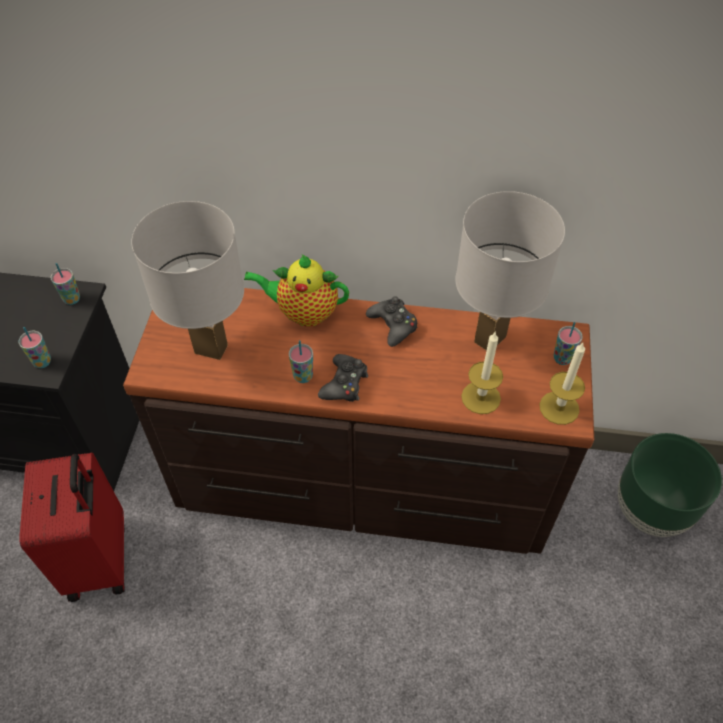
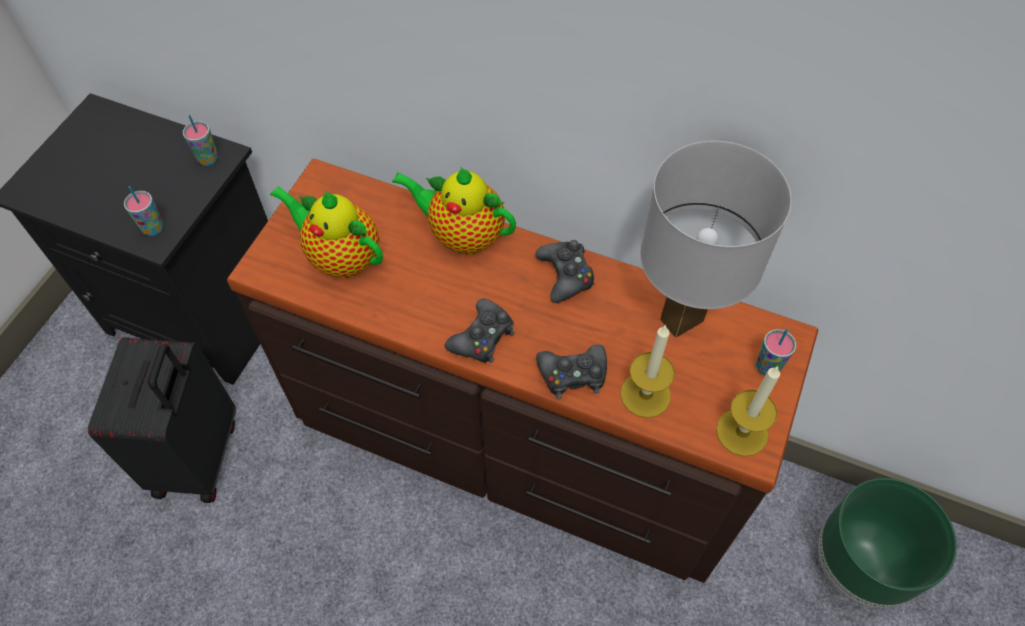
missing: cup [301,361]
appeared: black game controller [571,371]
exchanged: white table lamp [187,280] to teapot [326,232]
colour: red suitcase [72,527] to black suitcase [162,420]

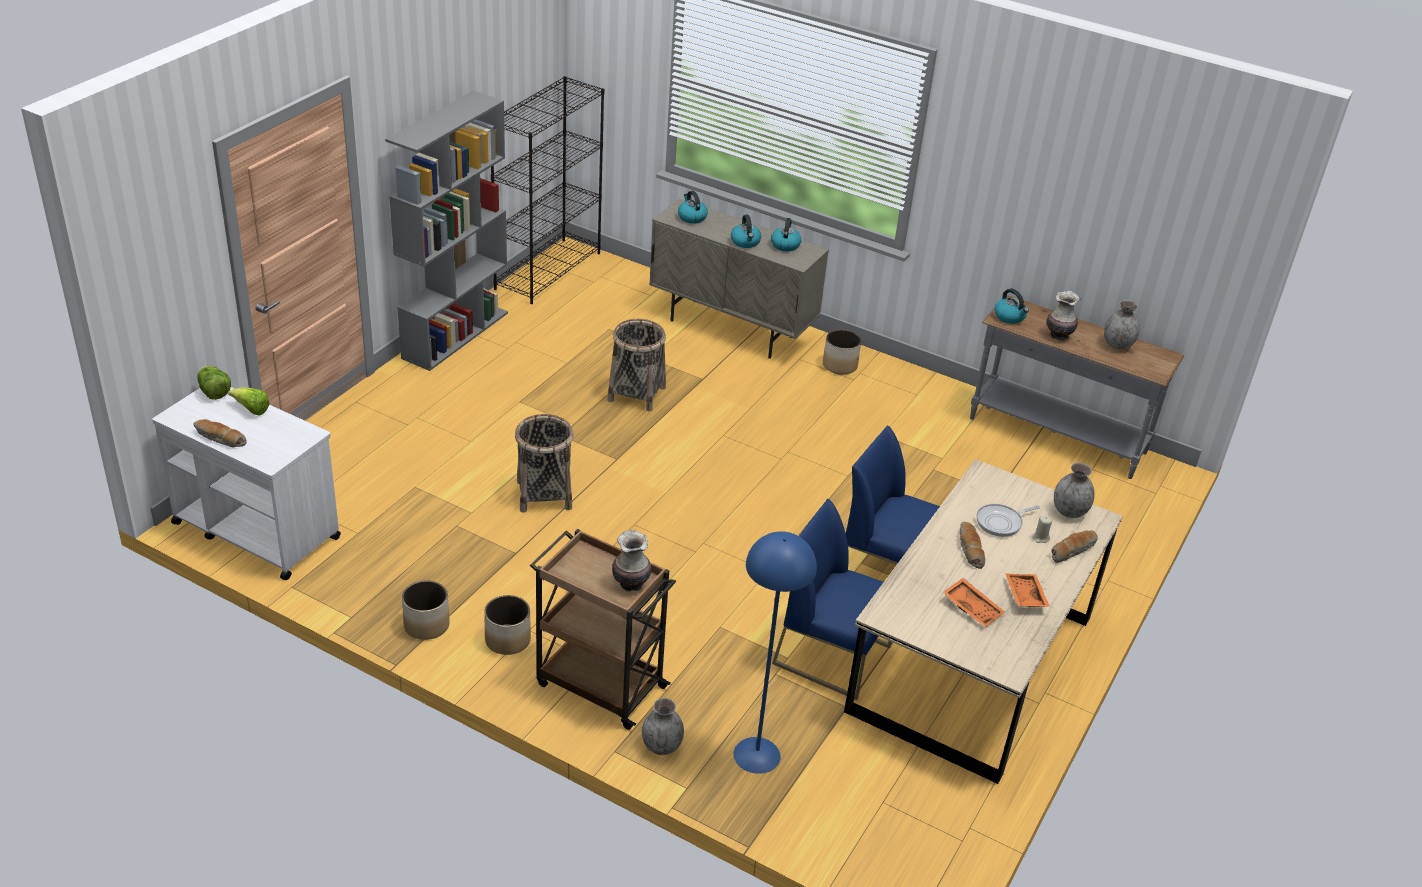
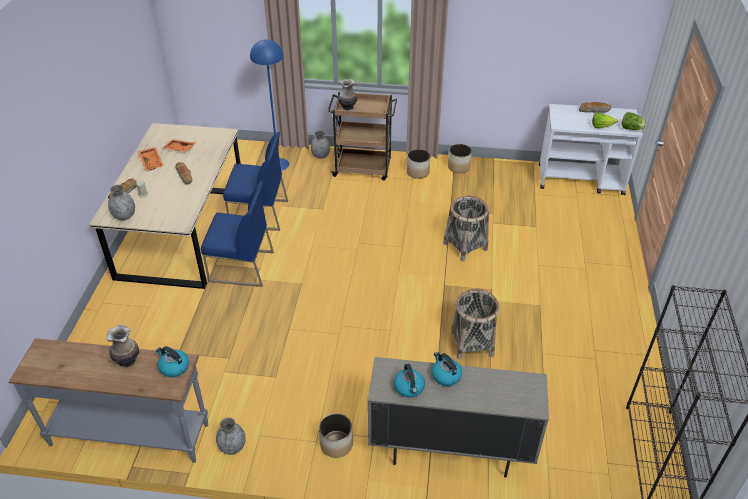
missing: grey bookcase [446,231]; kettle [693,207]; frying pan [1008,520]
relocated: grey vase [1122,324] to [231,436]

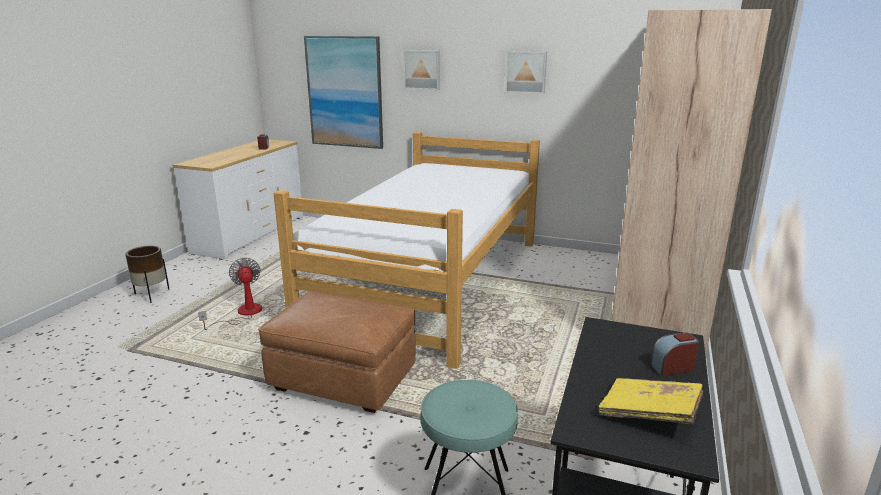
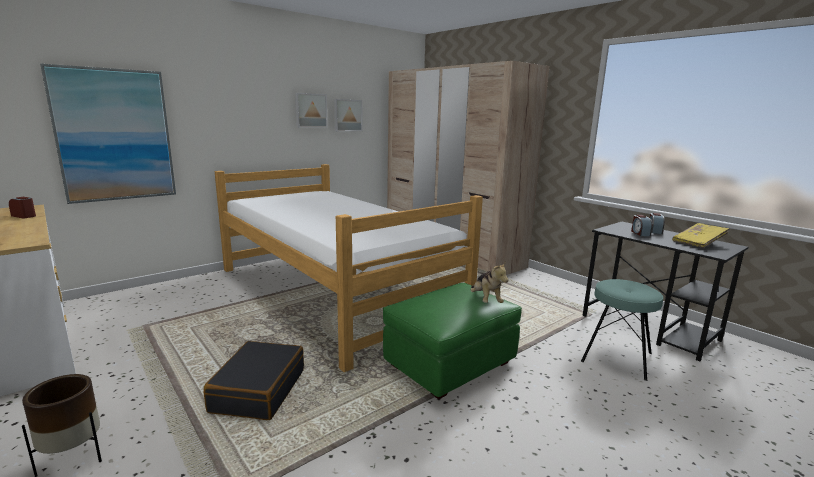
appeared: plush toy [489,282]; alarm clock [641,225]
relocated: picture [421,70] to [348,115]
exchanged: fan [230,293] to black suitcase [254,380]
colour: brown ottoman [337,352] to green ottoman [452,341]

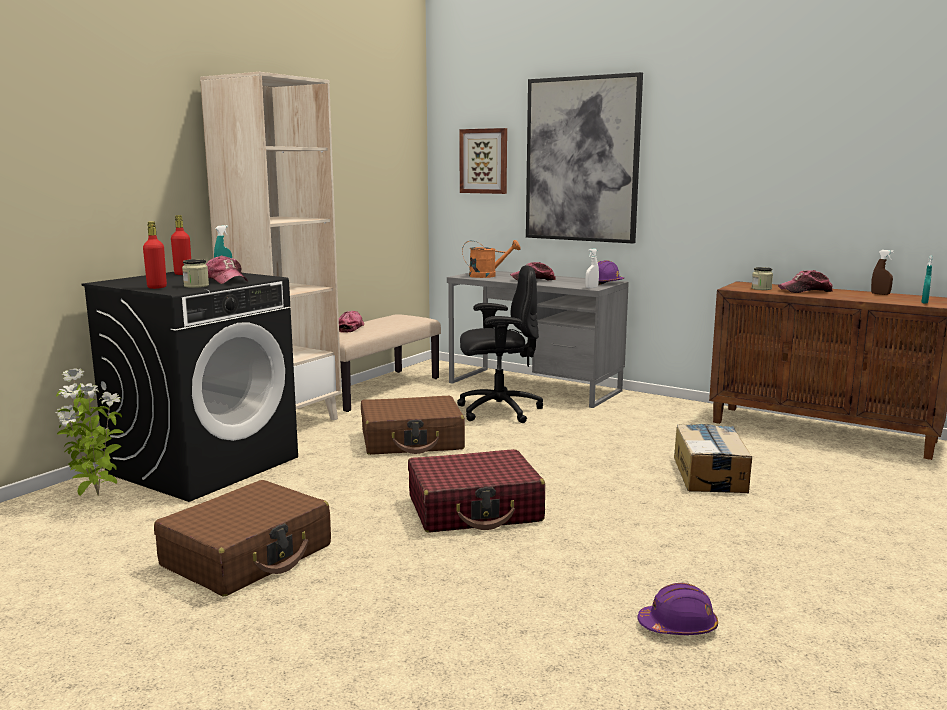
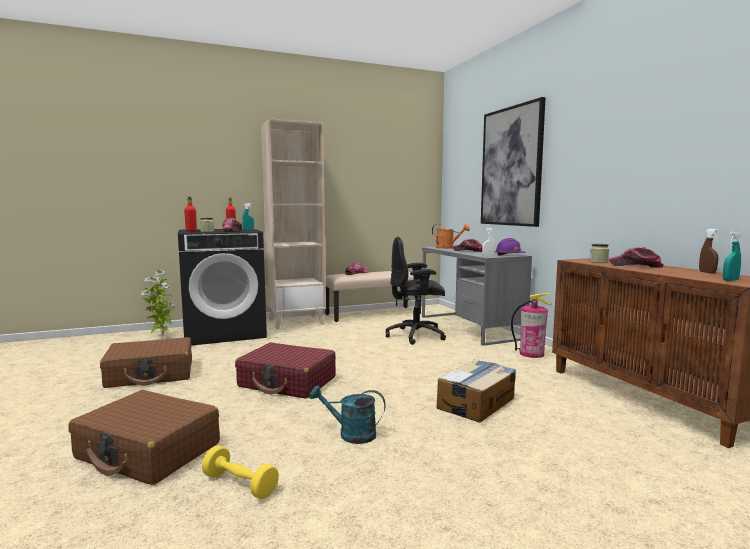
missing: picture [483,161]
appeared: turquoise watering can [347,415]; fire extinguisher [531,325]
relocated: brown suitcase [413,425] to [144,437]
exchanged: purple hard hat [677,609] to yellow dumbbell [240,472]
spun: black office chair [500,344] = [416,291] 150 degrees clockwise

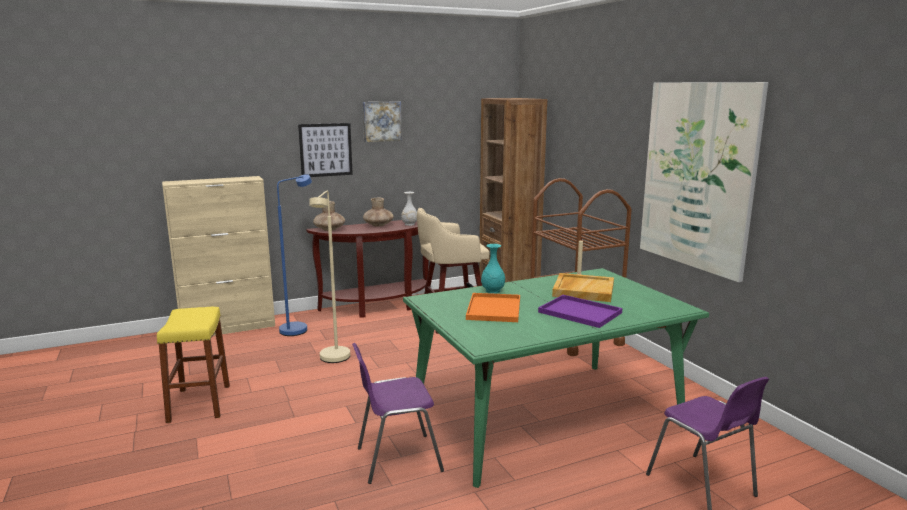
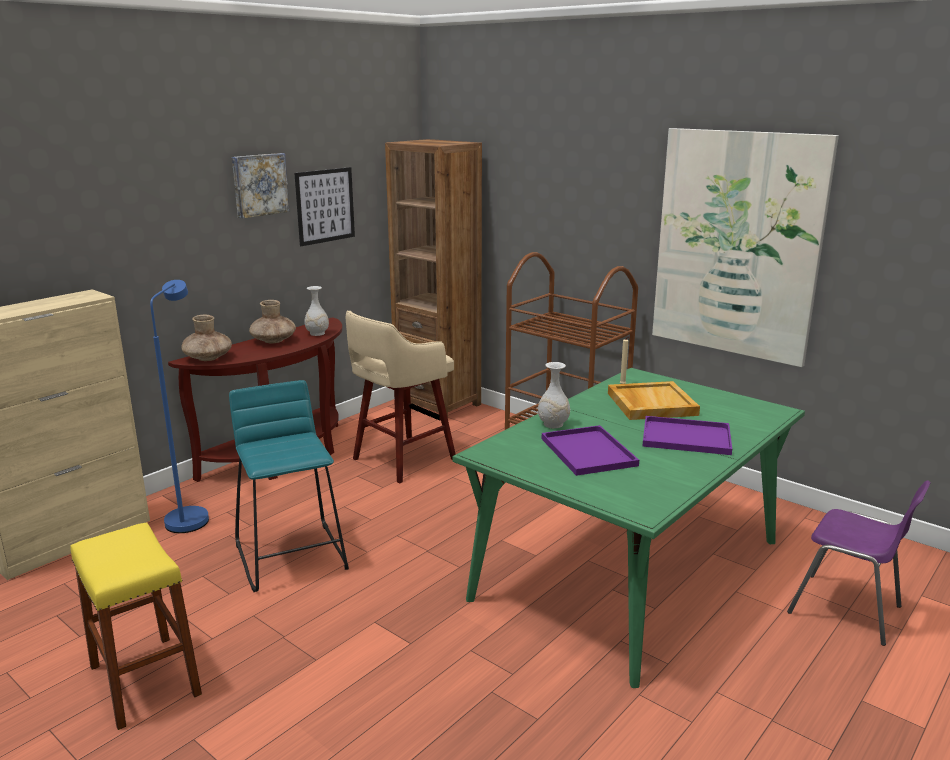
missing: purple chair [398,413]
relocated: picture [325,150] to [324,206]
exchanged: beige floor lamp [329,277] to turquoise stool [289,486]
colour: turquoise vase [493,268] to white vase [554,395]; orange tray [493,307] to purple tray [590,450]

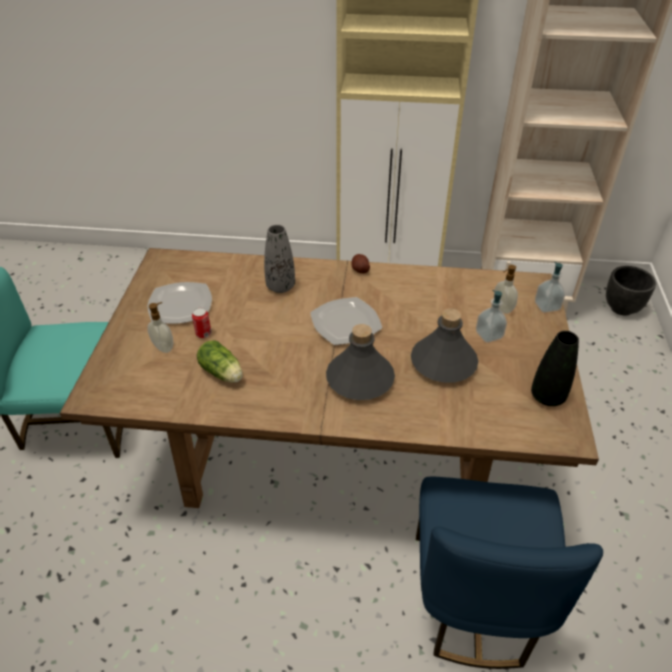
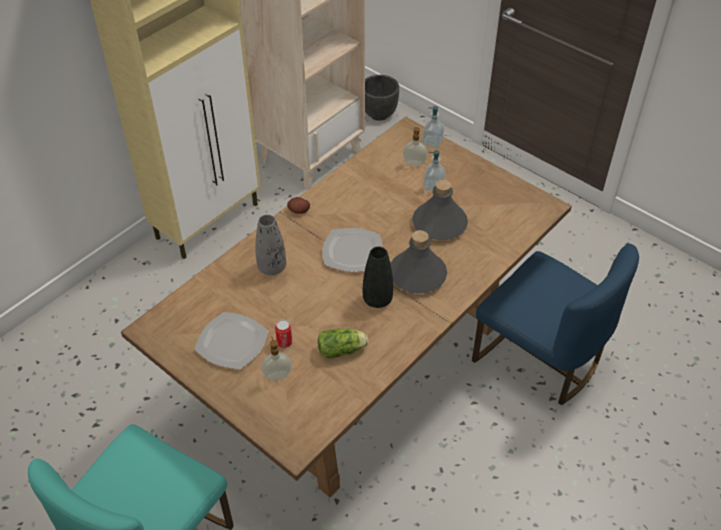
relocated: black vase [555,368] to [378,277]

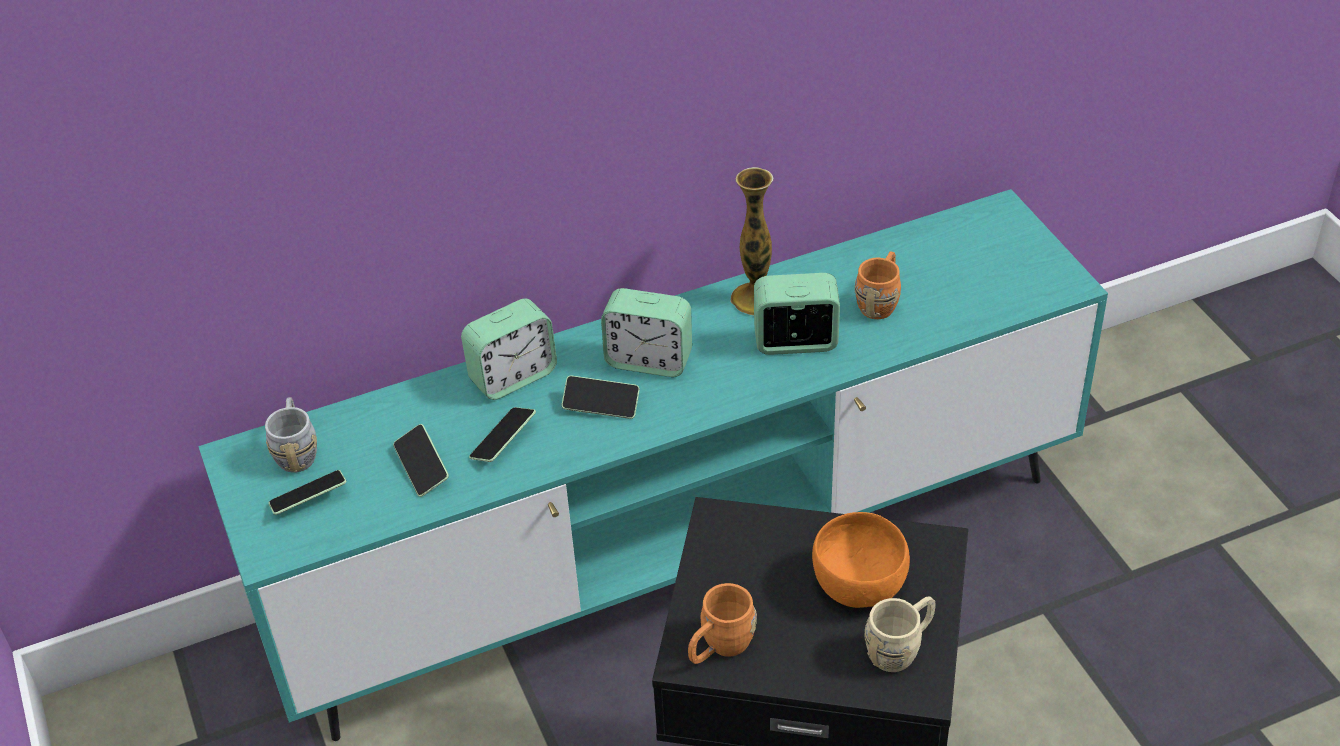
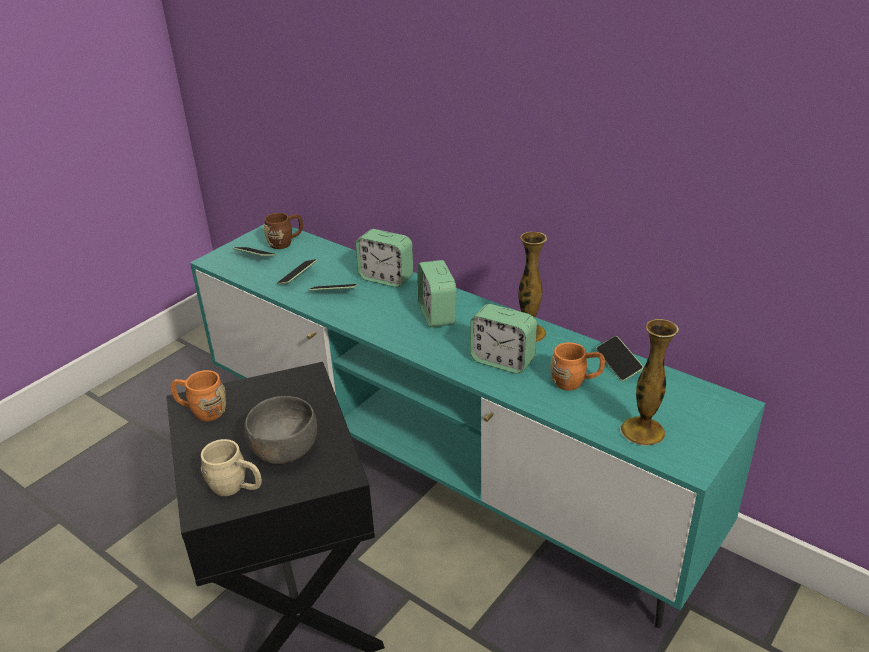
appeared: vase [649,382]
relocated: phone [601,397] to [619,358]
colour: orange bowl [861,560] to grey bowl [280,430]; grey mug [291,435] to brown mug [283,231]
spun: alarm clock [797,314] = [503,339] 150 degrees clockwise

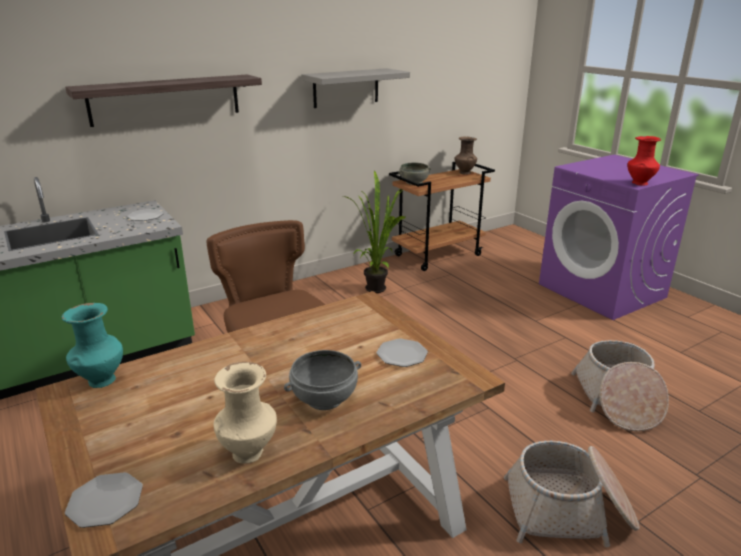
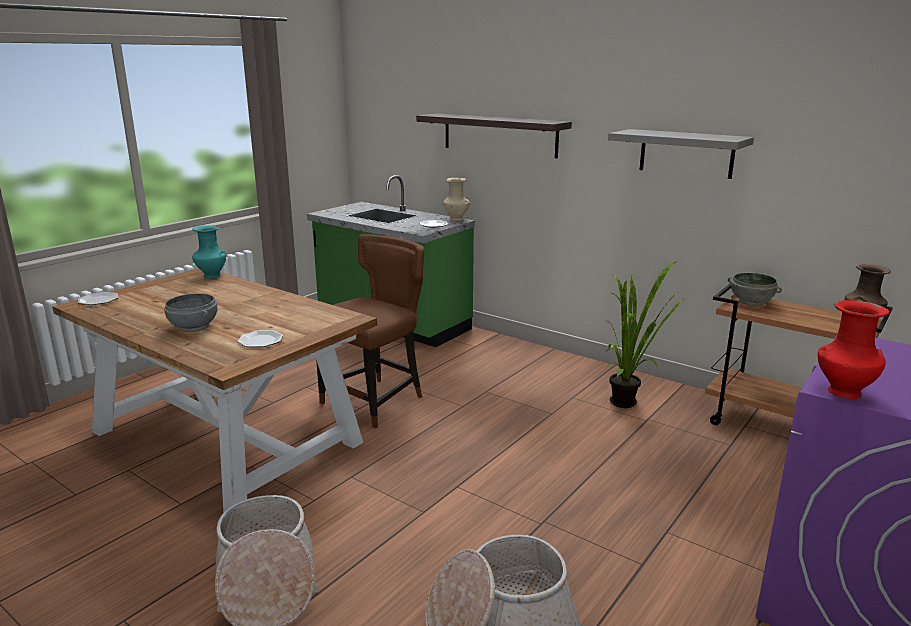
relocated: beige vase [245,413] to [456,199]

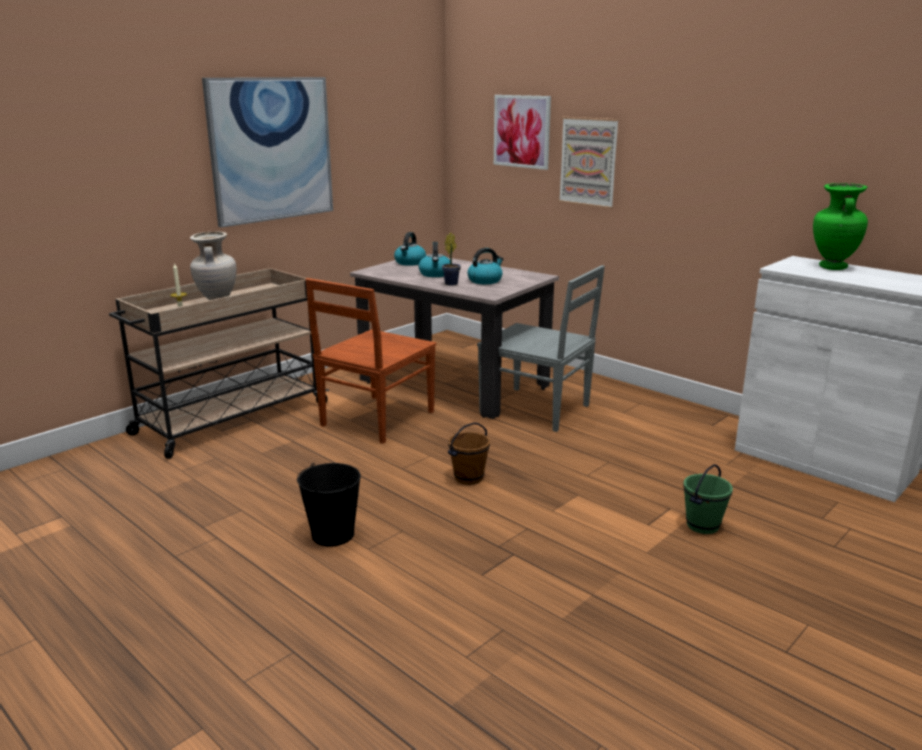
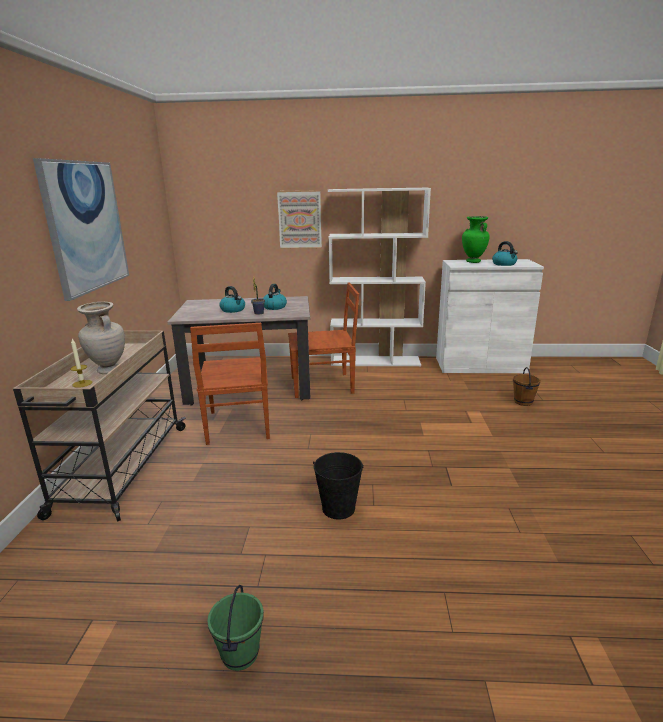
missing: picture [522,132]
appeared: white bookcase [379,277]
relocated: green bucket [708,499] to [235,628]; kettle [410,249] to [505,253]; brown bucket [469,453] to [527,386]
colour: grey chair [541,348] to brown chair [323,340]

